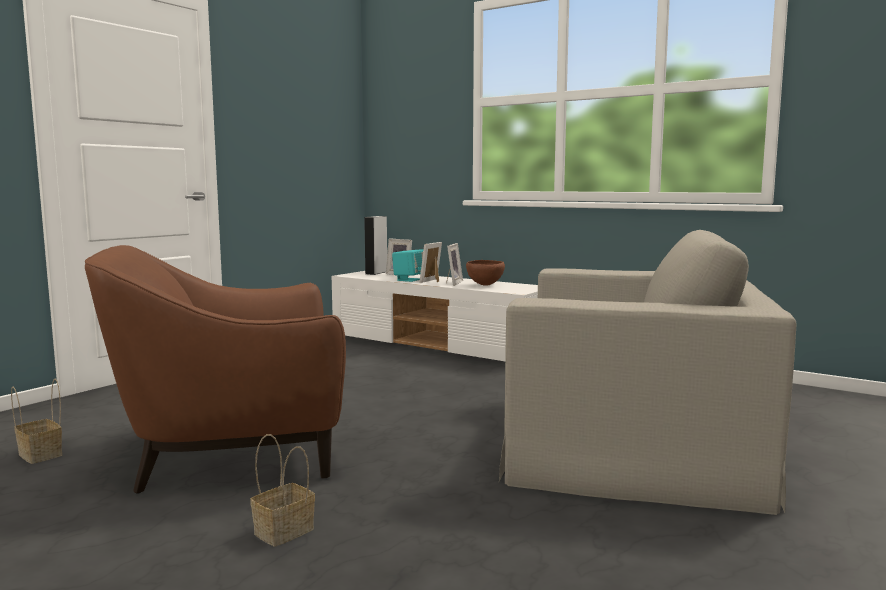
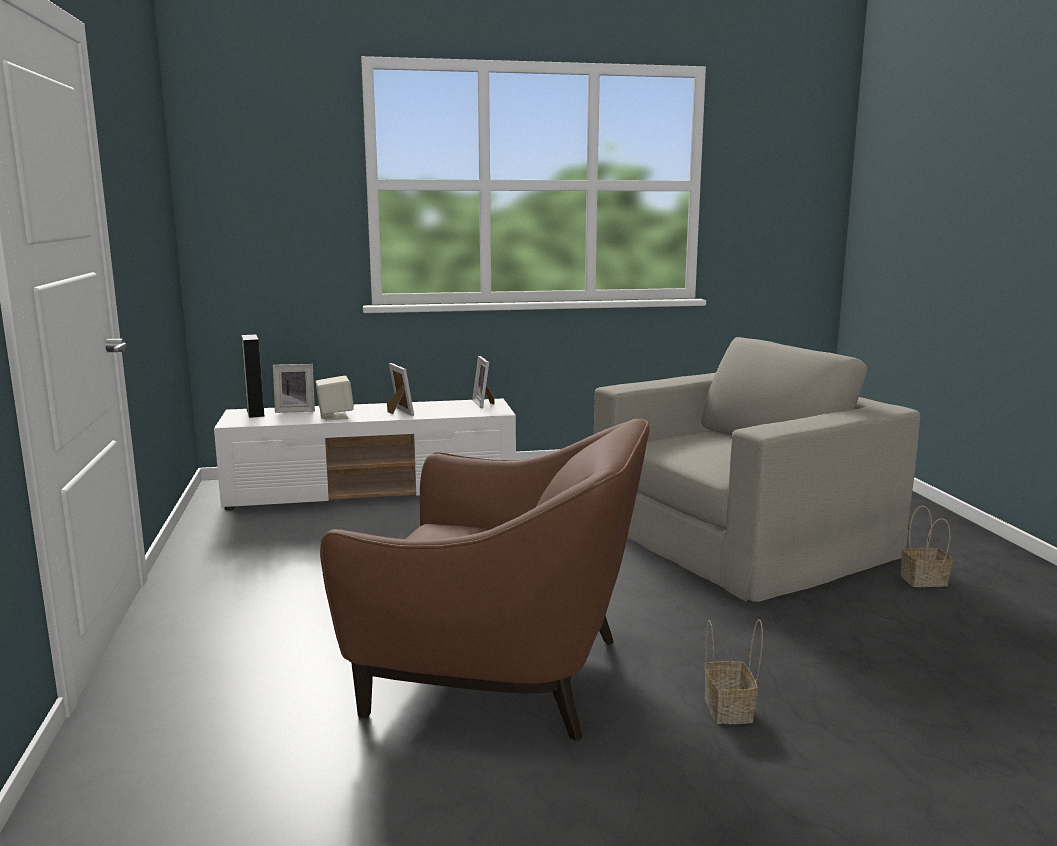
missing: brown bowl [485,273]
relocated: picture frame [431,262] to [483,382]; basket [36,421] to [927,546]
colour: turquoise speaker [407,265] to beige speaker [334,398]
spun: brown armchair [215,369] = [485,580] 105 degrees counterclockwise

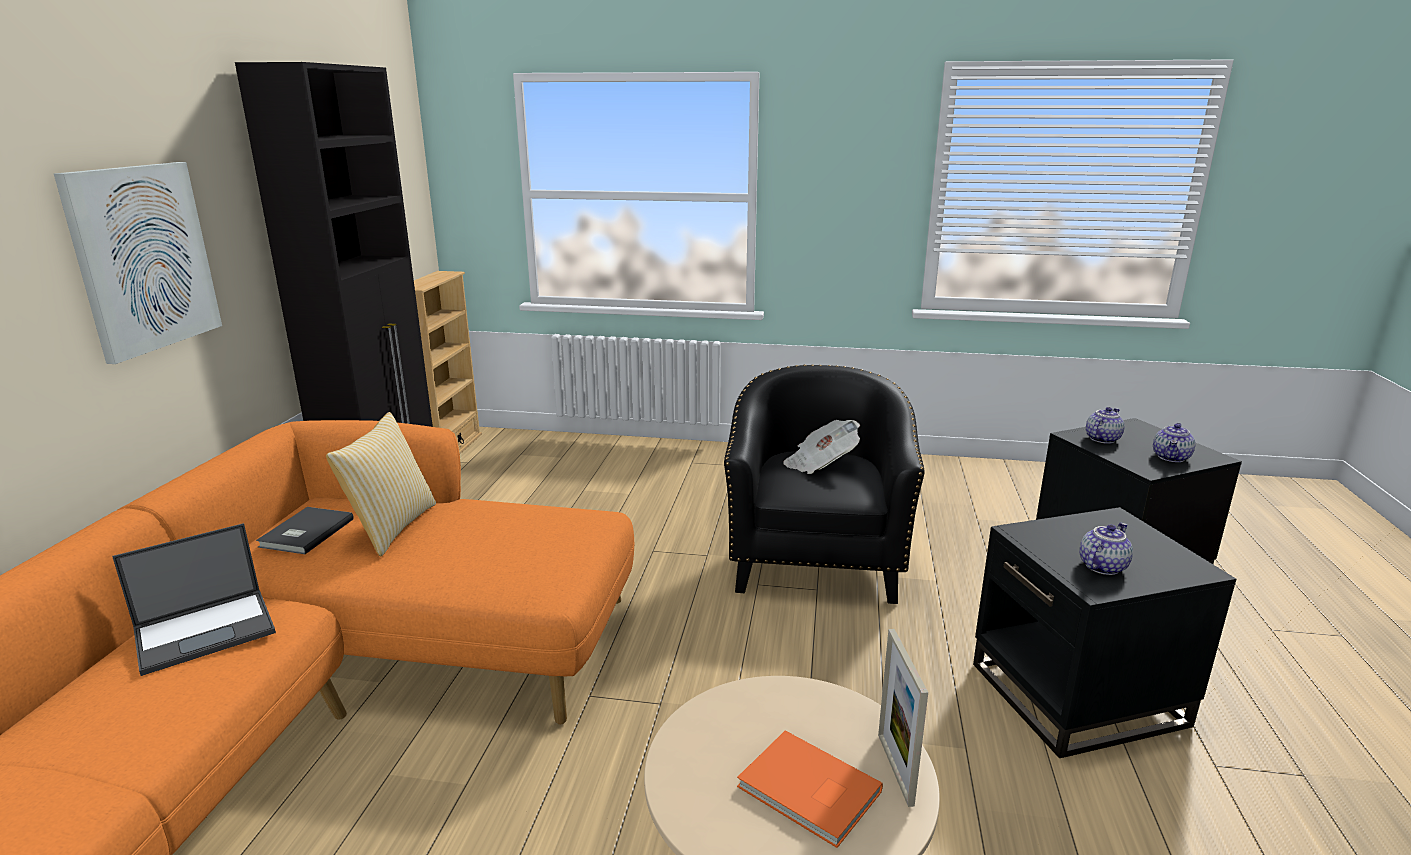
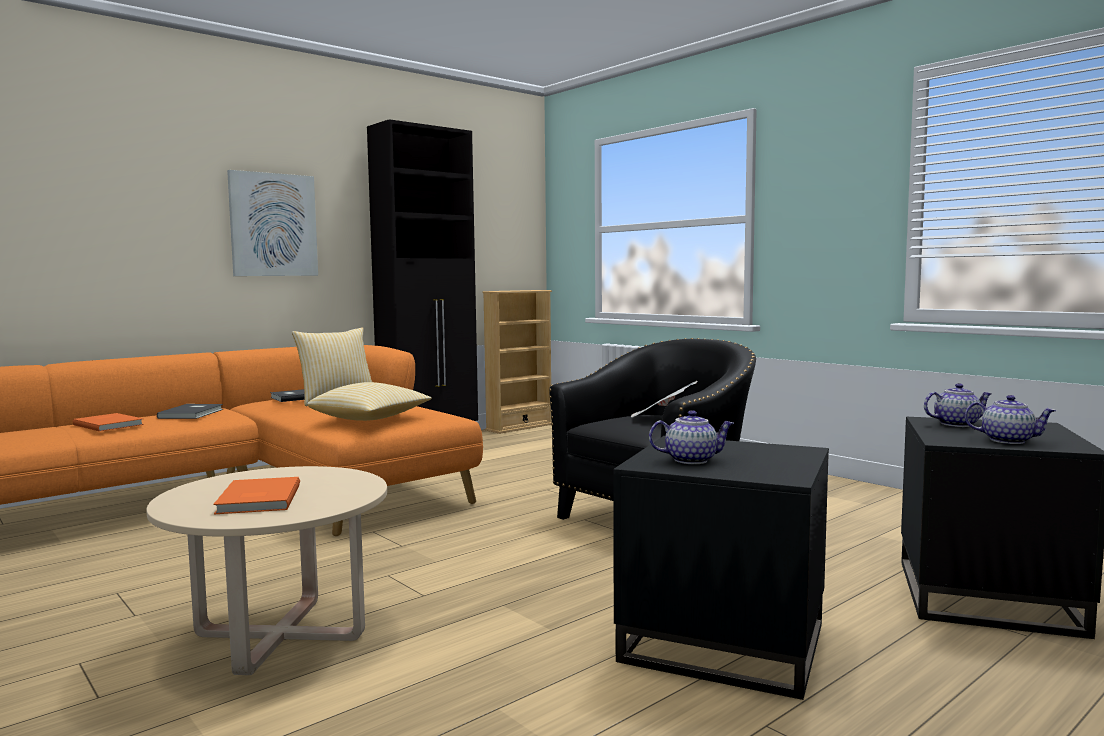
missing: picture frame [903,718]
appeared: orange book [108,422]; pillow [369,401]
exchanged: laptop [194,599] to grey book [190,411]
spun: teapot [1174,442] = [1010,419] 135 degrees counterclockwise

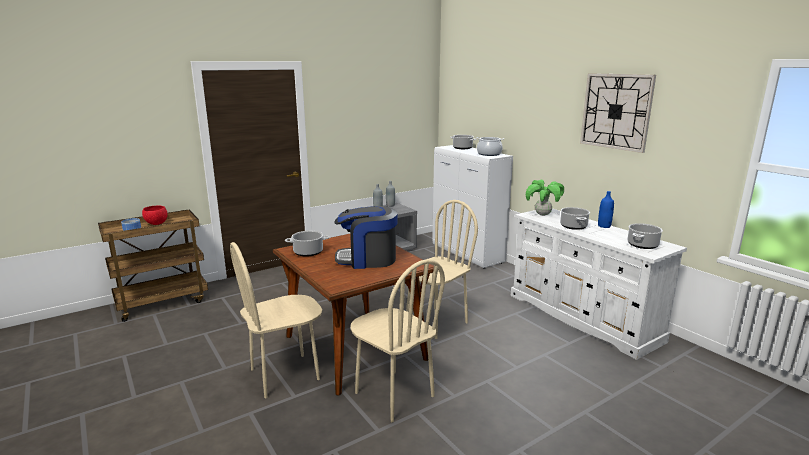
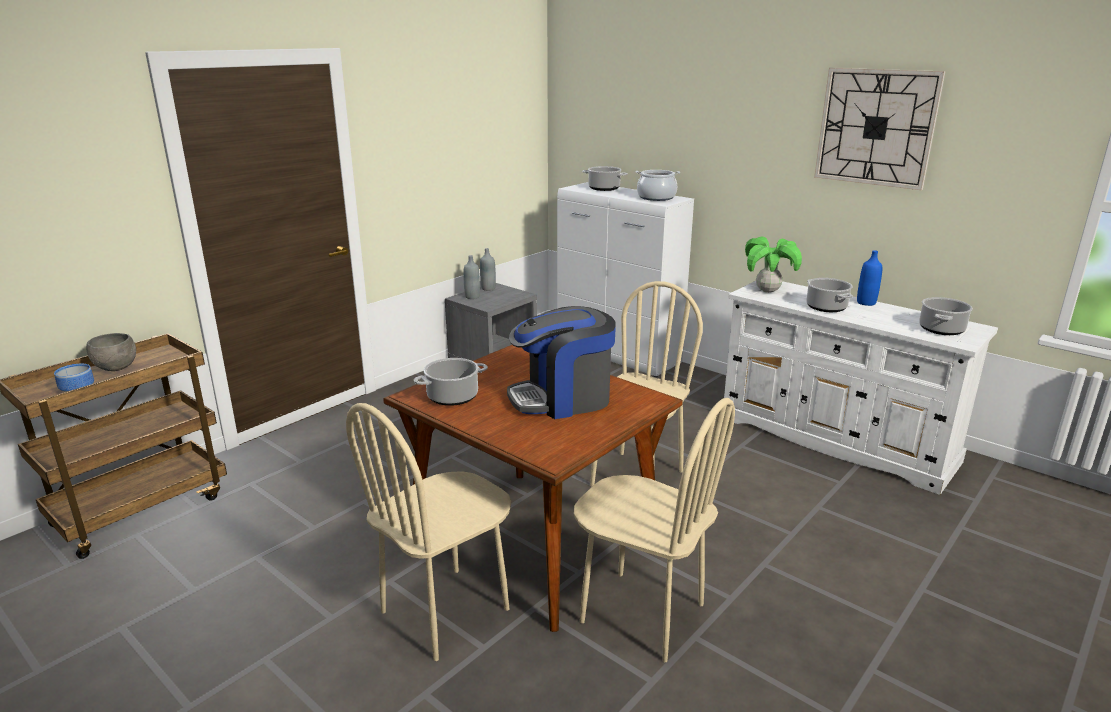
colour: red bowl [155,215] to grey bowl [111,352]

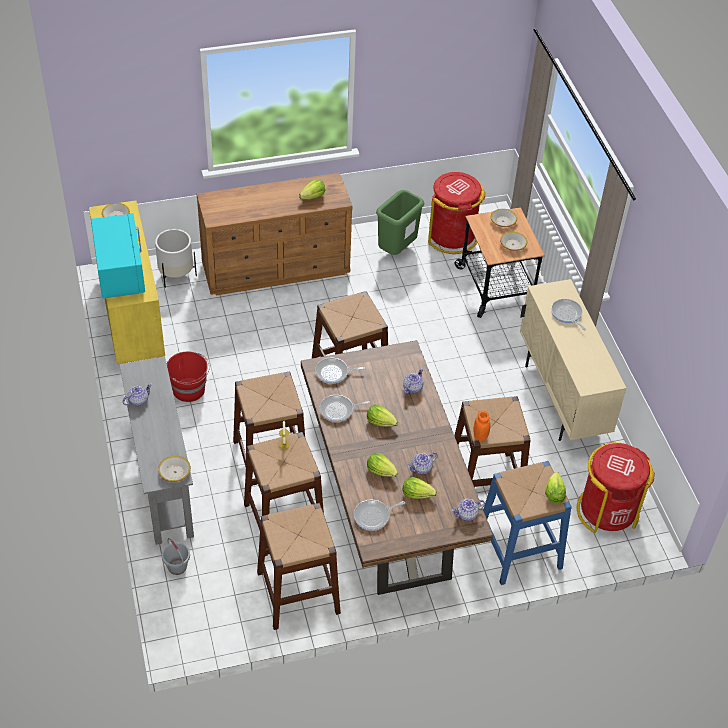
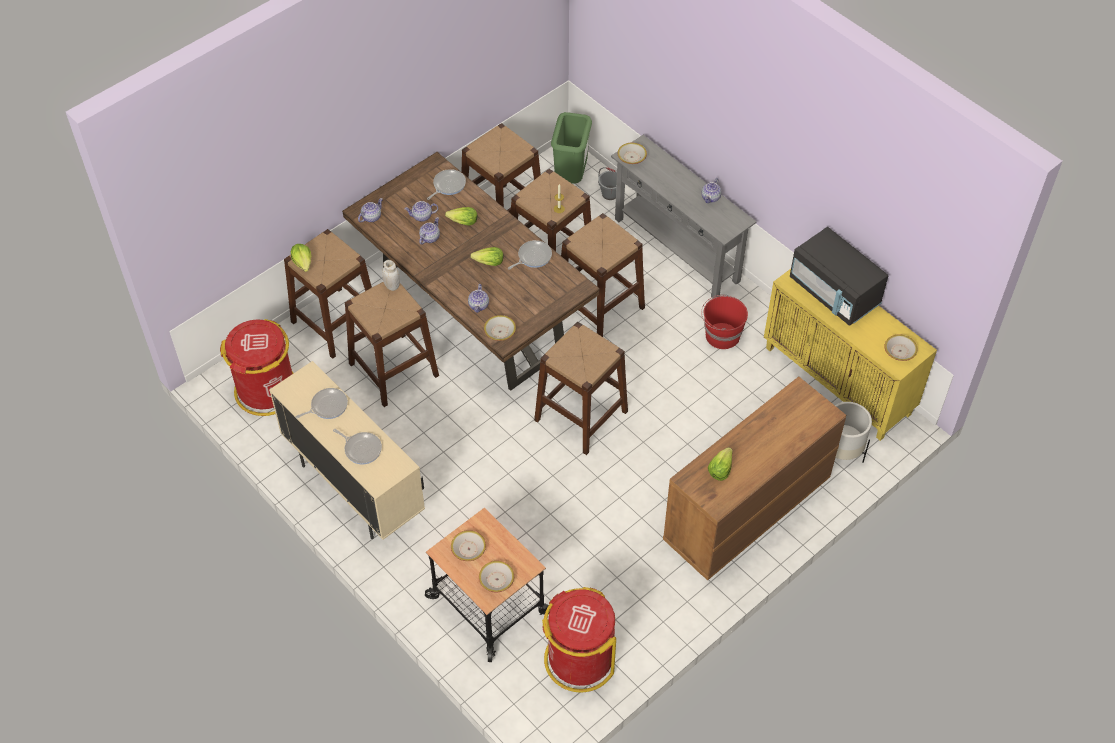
appeared: bowl [500,328]
relocated: frying pan [340,371] to [321,403]; green trash can [400,222] to [571,148]
exchanged: lettuce [419,488] to teapot [421,211]
colour: blue stool [527,523] to brown stool [328,294]; orange jar [481,426] to white jar [391,275]; turquoise microwave [118,256] to black microwave [839,276]

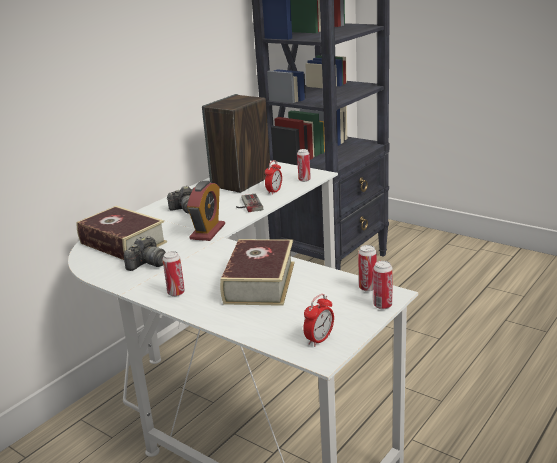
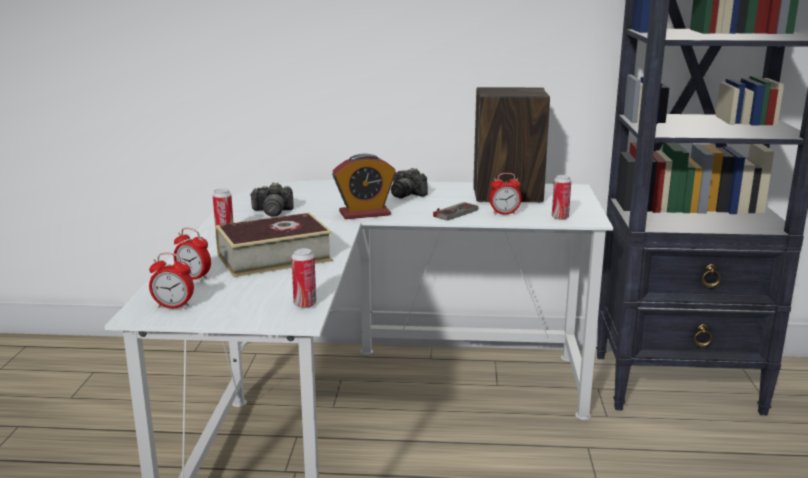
missing: book [121,233]; can [383,285]
appeared: alarm clock [192,254]

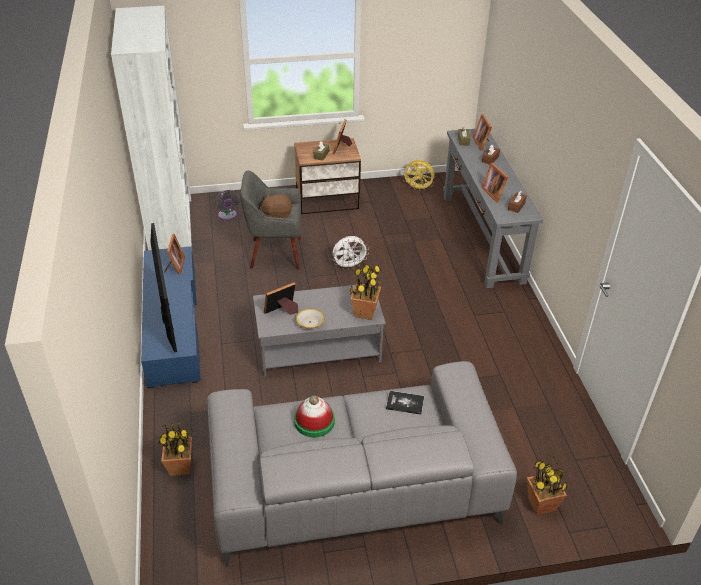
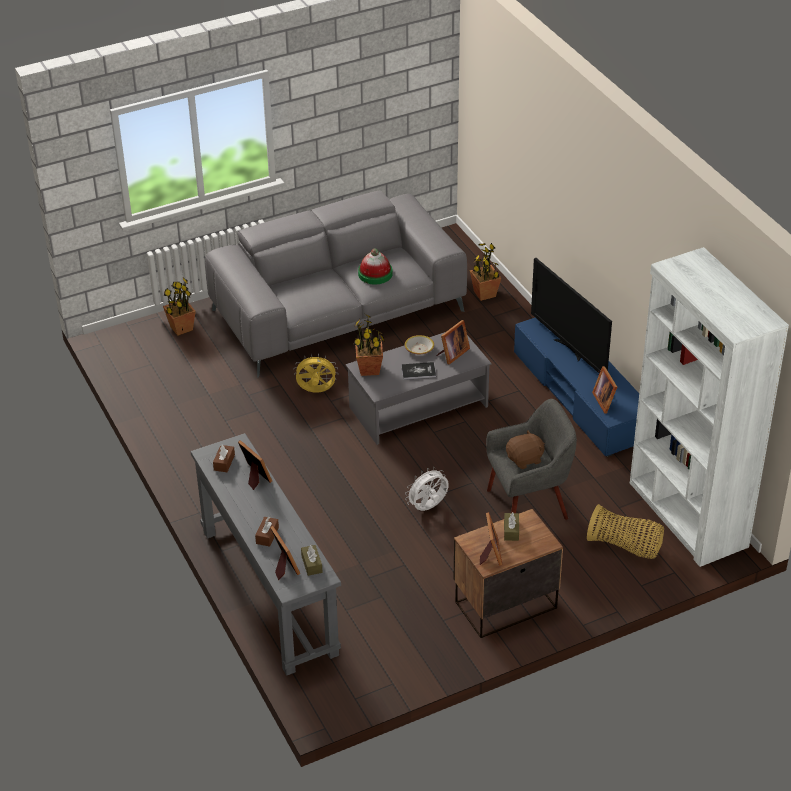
relocated: yellow fan [418,175] to [316,373]; book [405,403] to [418,371]
exchanged: grey fan [227,205] to basket [625,531]

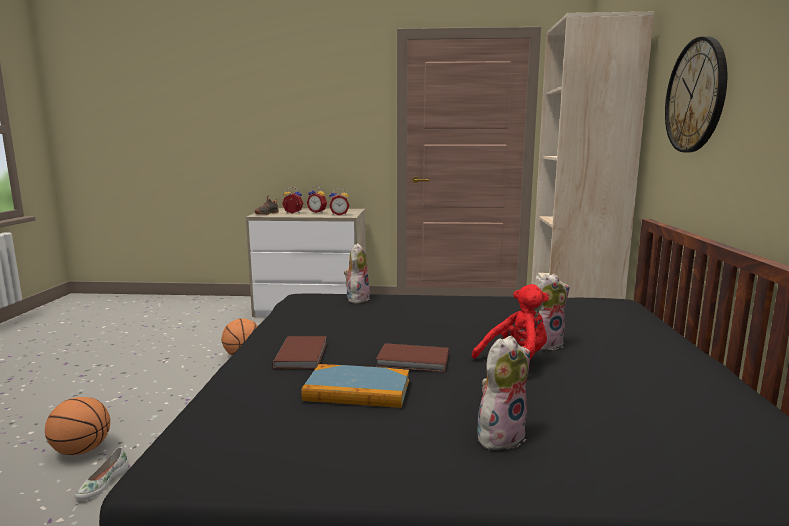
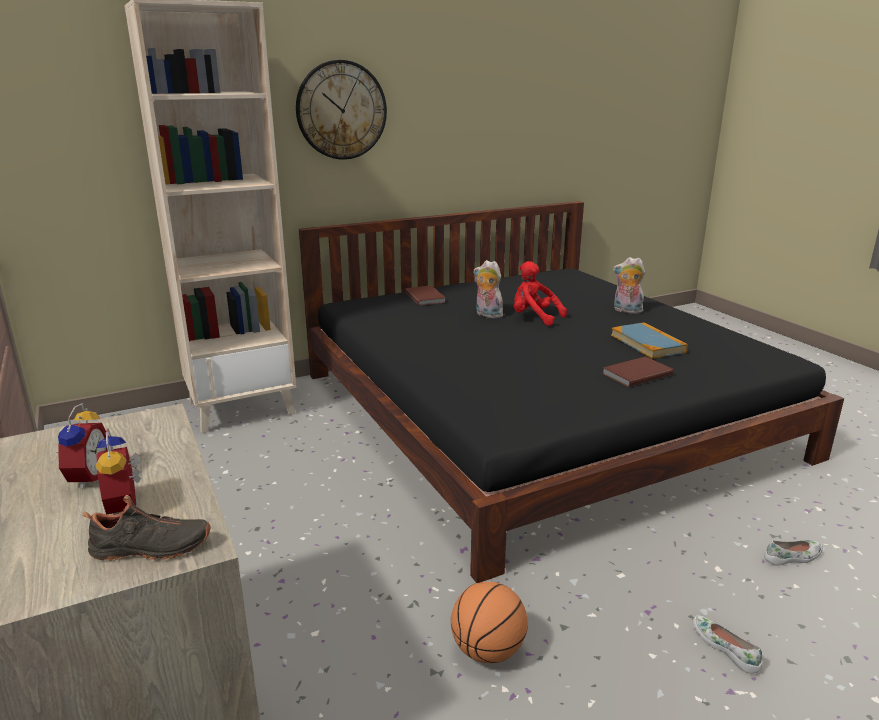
missing: basketball [77,426]; alarm clock [339,202]; plush toy [357,273]
appeared: white shoe [727,644]
relocated: brown book [412,357] to [425,296]

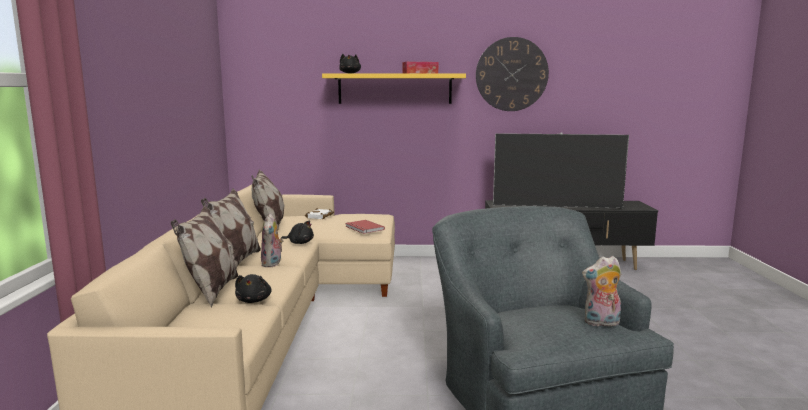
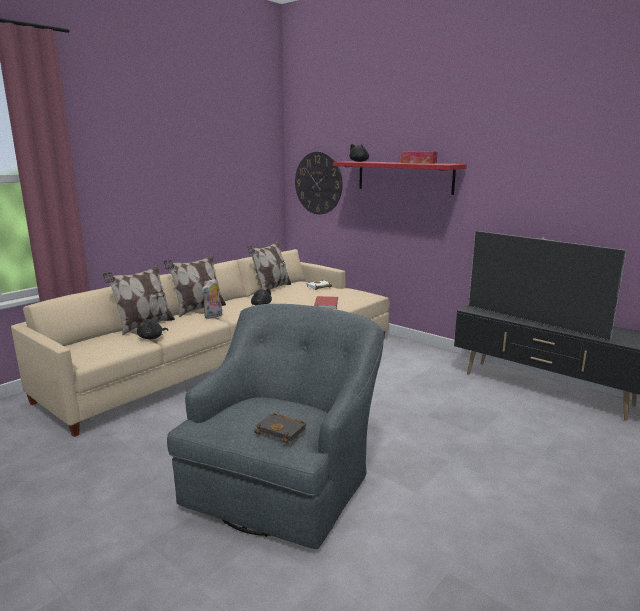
relocated: wall clock [512,74] to [318,183]
exchanged: plush toy [601,291] to black book [280,428]
colour: yellow shelf [394,88] to red shelf [400,178]

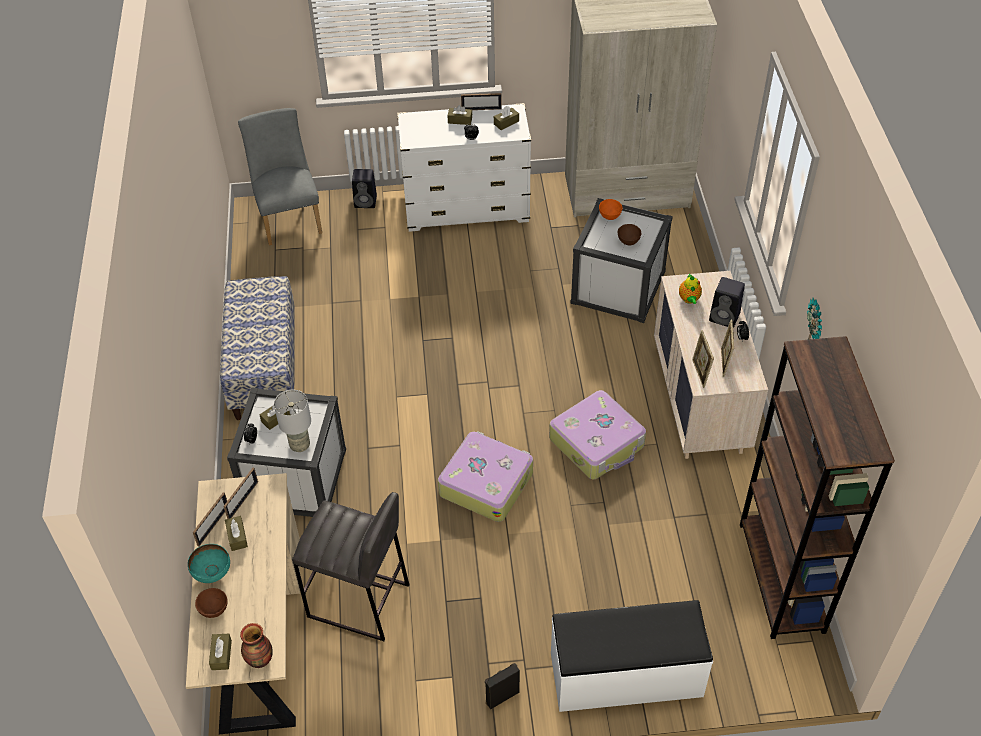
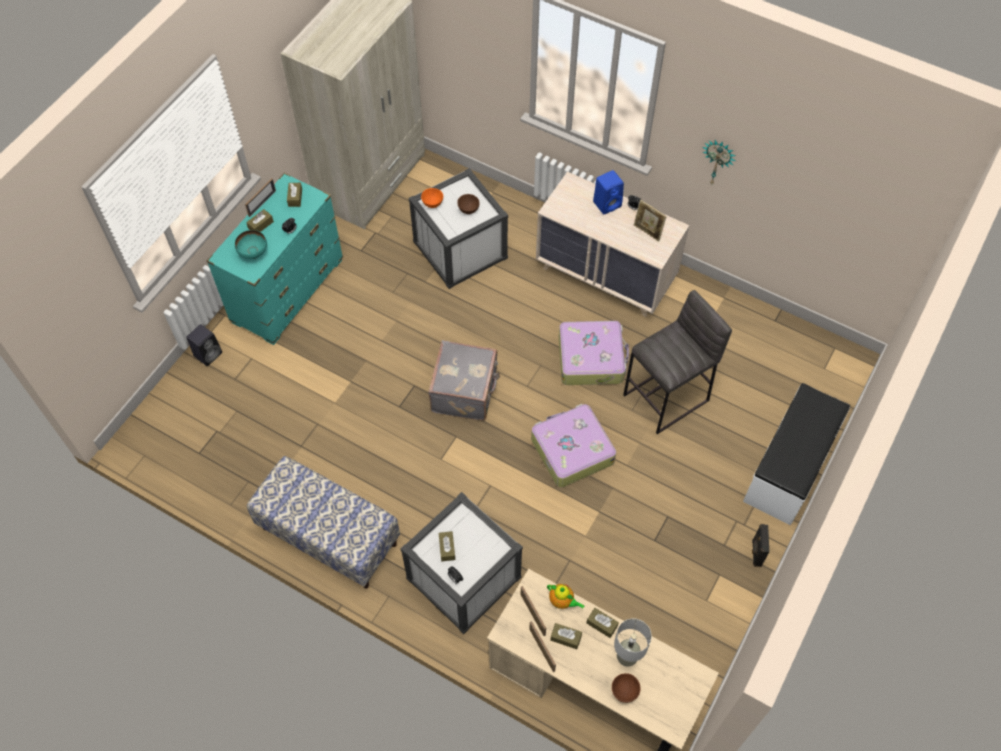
missing: grey chair [280,176]; vase [256,645]; picture frame [703,359]; brown bookcase [817,487]
appeared: grey suitcase [464,380]
relocated: turquoise bowl [209,563] to [251,244]; teapot [690,288] to [565,596]; brown tissue box [220,652] to [602,623]; grey table lamp [292,420] to [633,642]; grey stool [351,566] to [677,362]
colour: white dresser [464,167] to turquoise dresser [275,259]; black speaker [727,302] to blue speaker [608,192]

